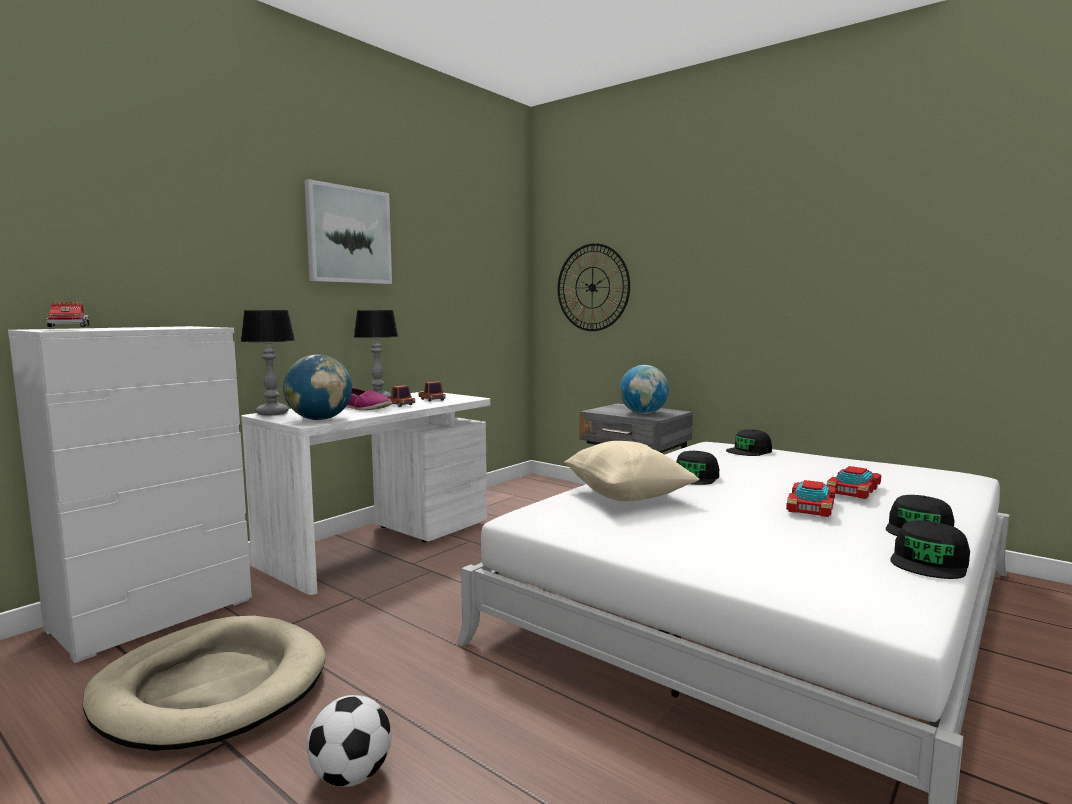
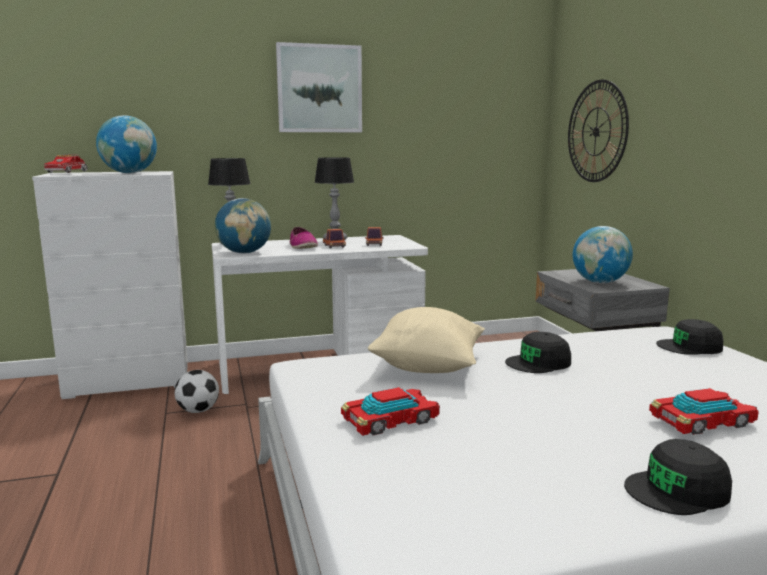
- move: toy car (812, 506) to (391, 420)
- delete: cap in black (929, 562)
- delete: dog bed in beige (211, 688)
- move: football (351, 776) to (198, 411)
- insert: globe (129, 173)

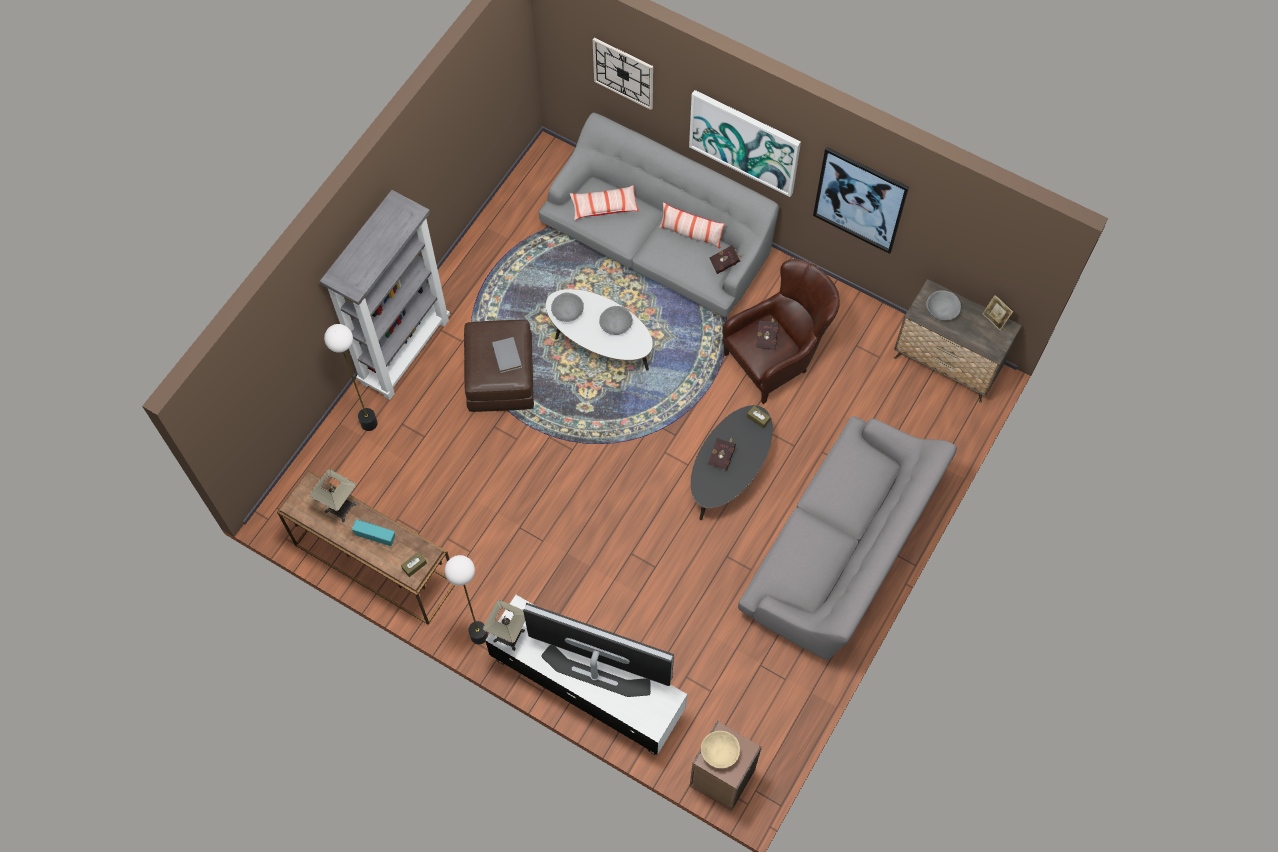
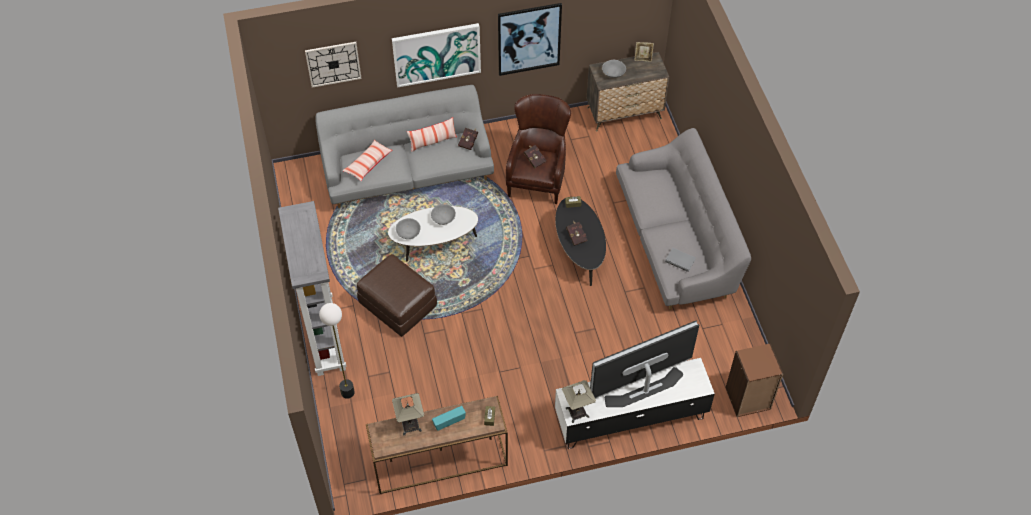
- move: book in grey (508, 356) to (680, 260)
- delete: floor lamp (478, 635)
- delete: bowl in beige (720, 752)

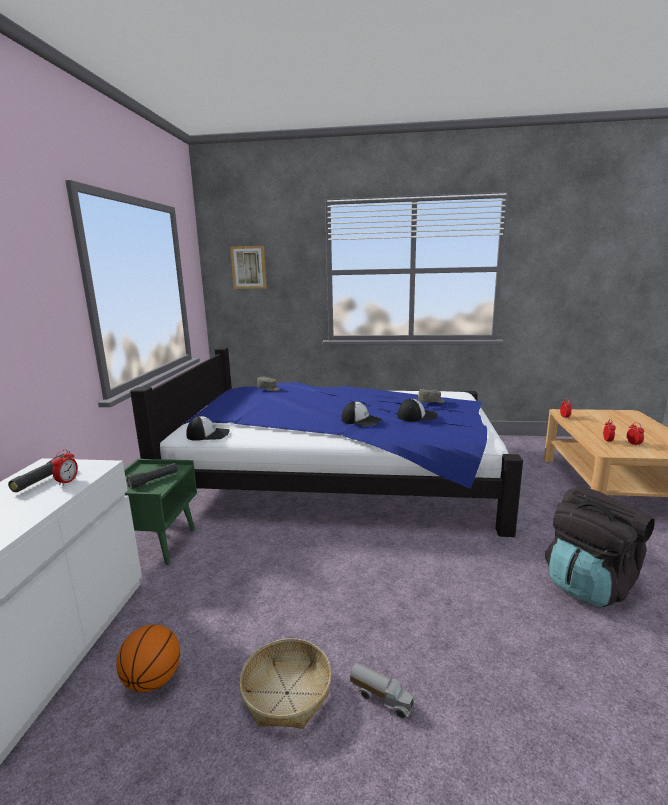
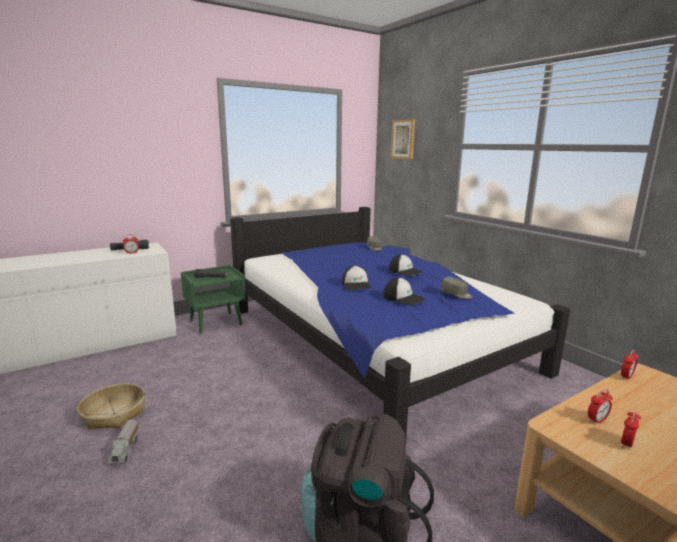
- move: cap (208, 434) to (405, 271)
- delete: basketball (153, 680)

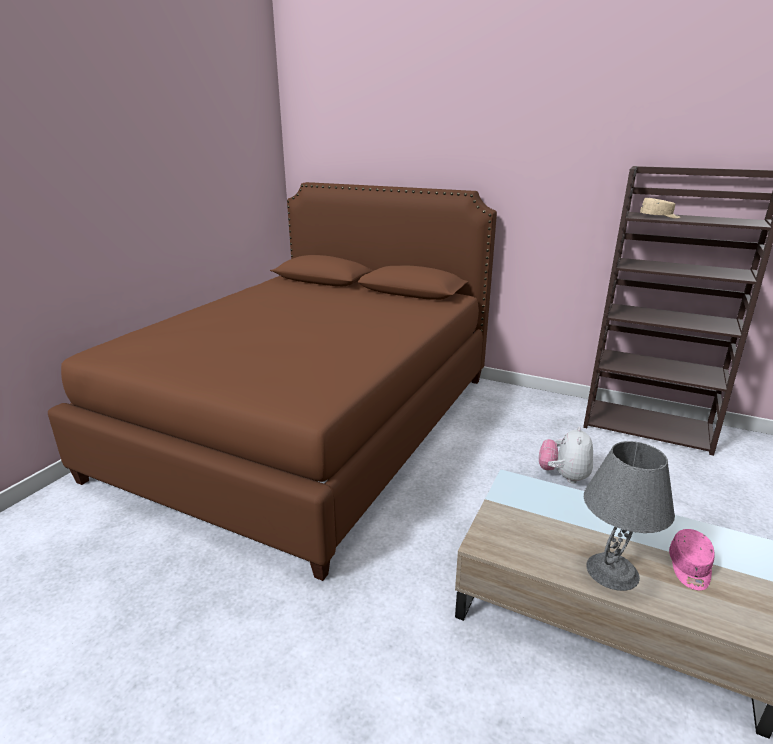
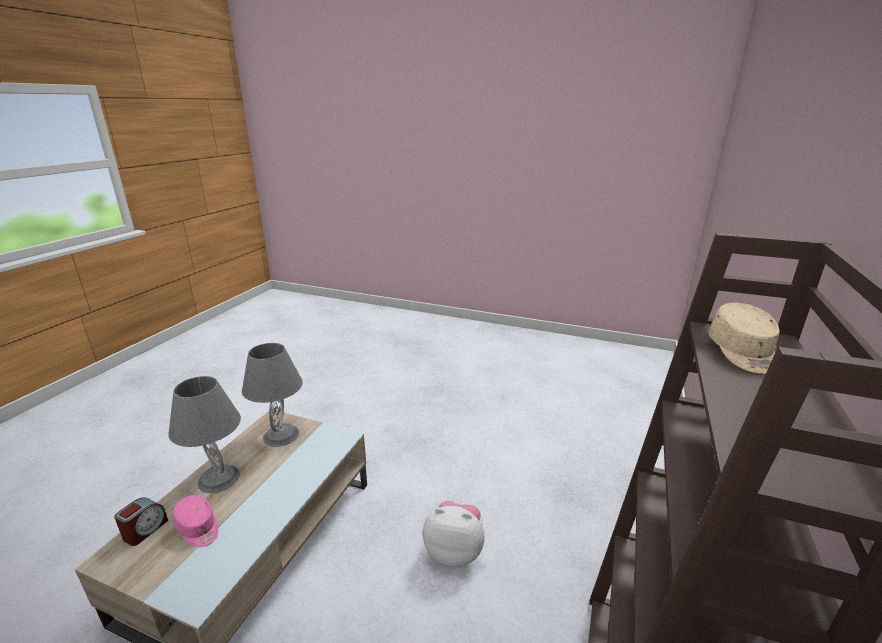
- delete: bed in brown (310, 423)
- rotate: cap in pink (689, 568) = (198, 529) 150 degrees counterclockwise
- insert: table lamp in grey (280, 435)
- insert: alarm clock (145, 530)

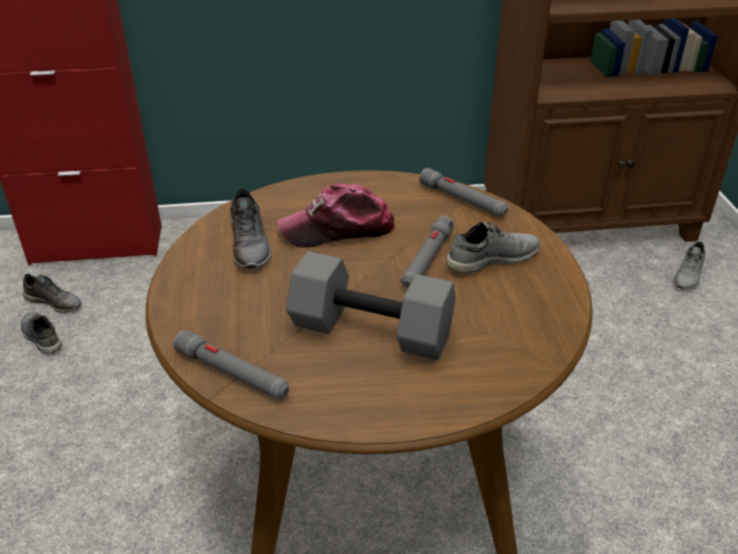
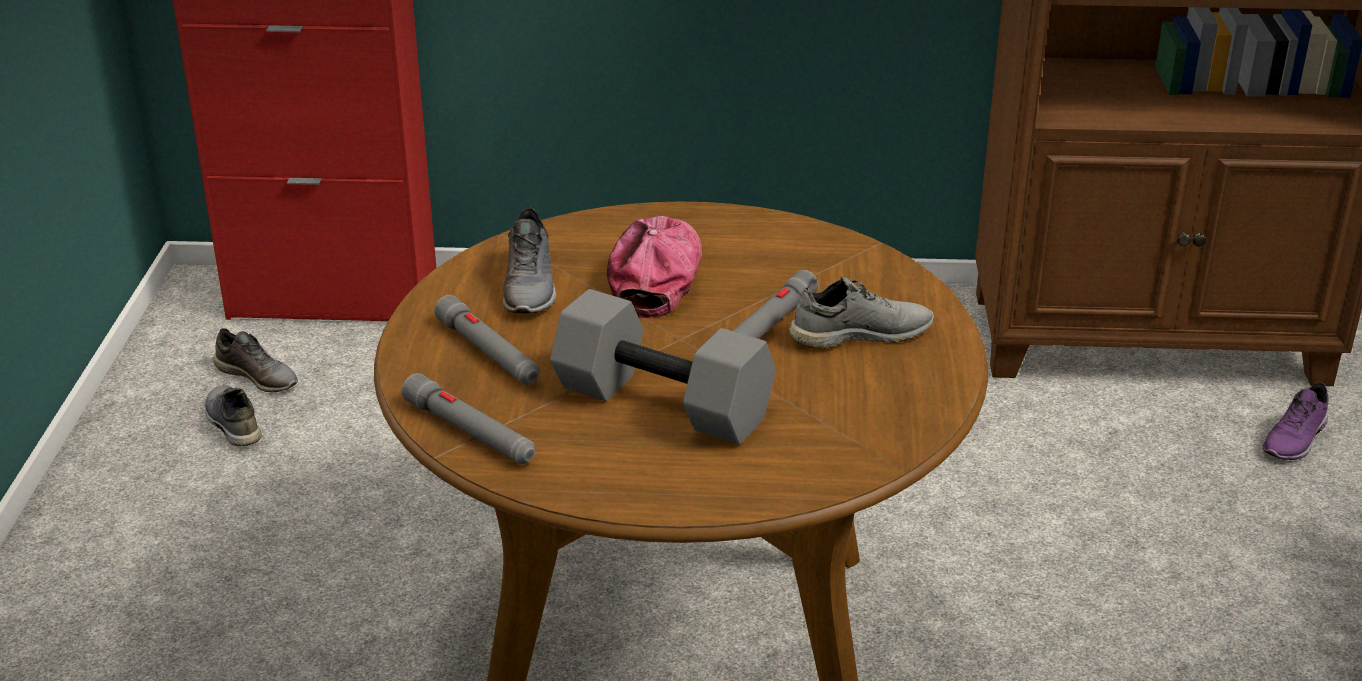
- move: flashlight in grey (462, 200) to (488, 353)
- rotate: cap (338, 229) = (657, 277) 105 degrees clockwise
- recolor: shoe in grey (689, 276) to shoe in purple (1296, 440)

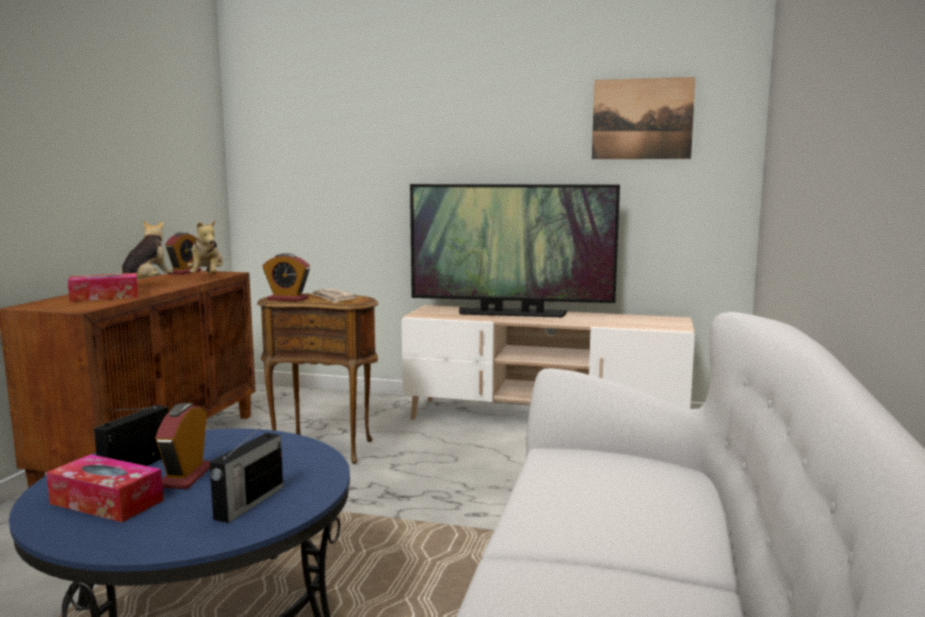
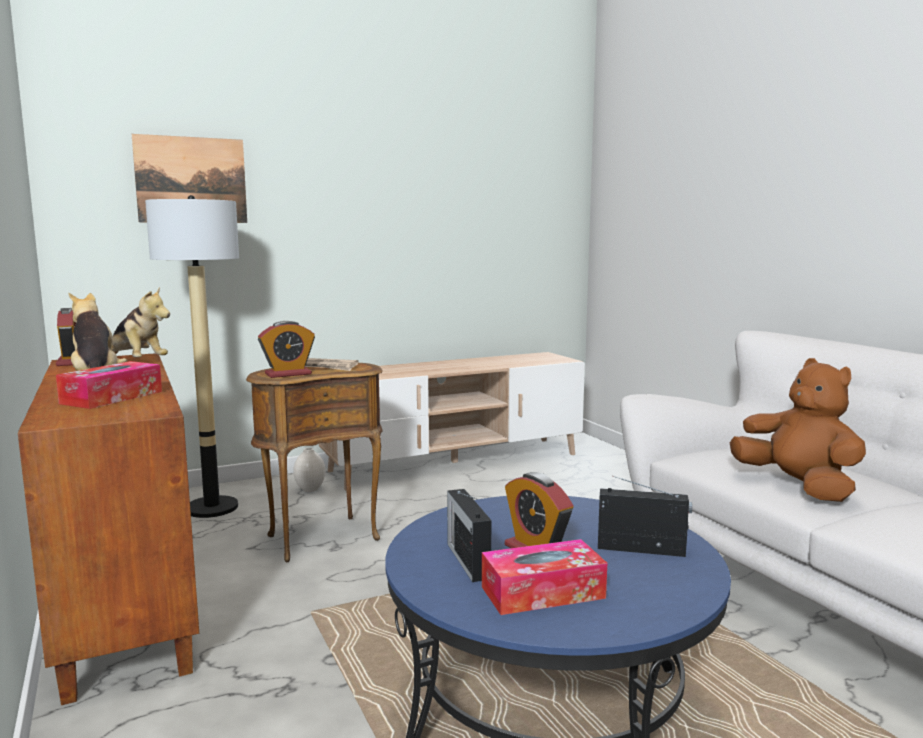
- move: picture (642, 119) to (191, 180)
- delete: television (511, 313)
- rotate: radio (248, 503) = (642, 549) 60 degrees counterclockwise
- insert: floor lamp (212, 508)
- insert: plush toy in brown (797, 487)
- insert: vase in white (310, 489)

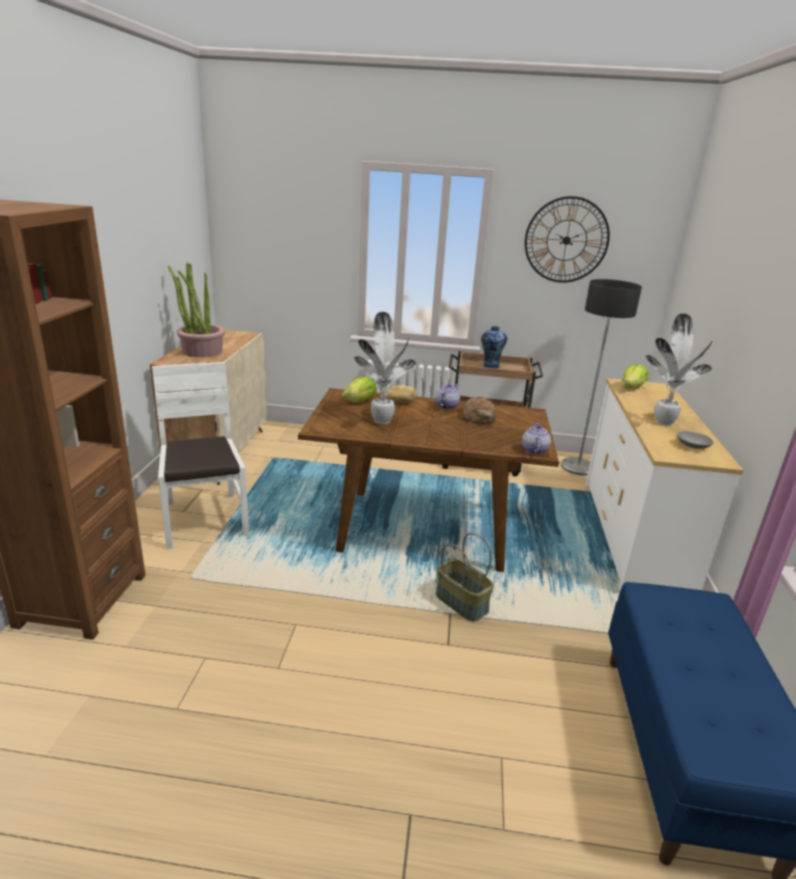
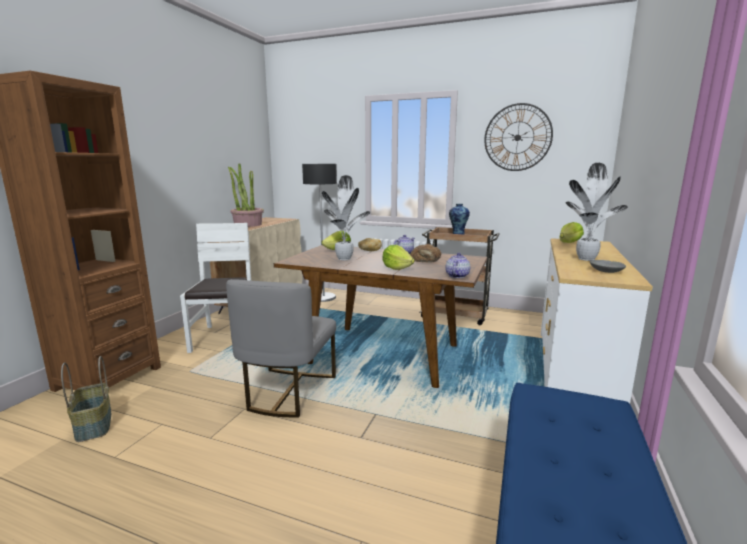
- move: floor lamp (578, 467) to (323, 297)
- move: basket (462, 603) to (95, 425)
- insert: lettuce (397, 268)
- insert: chair in grey (288, 392)

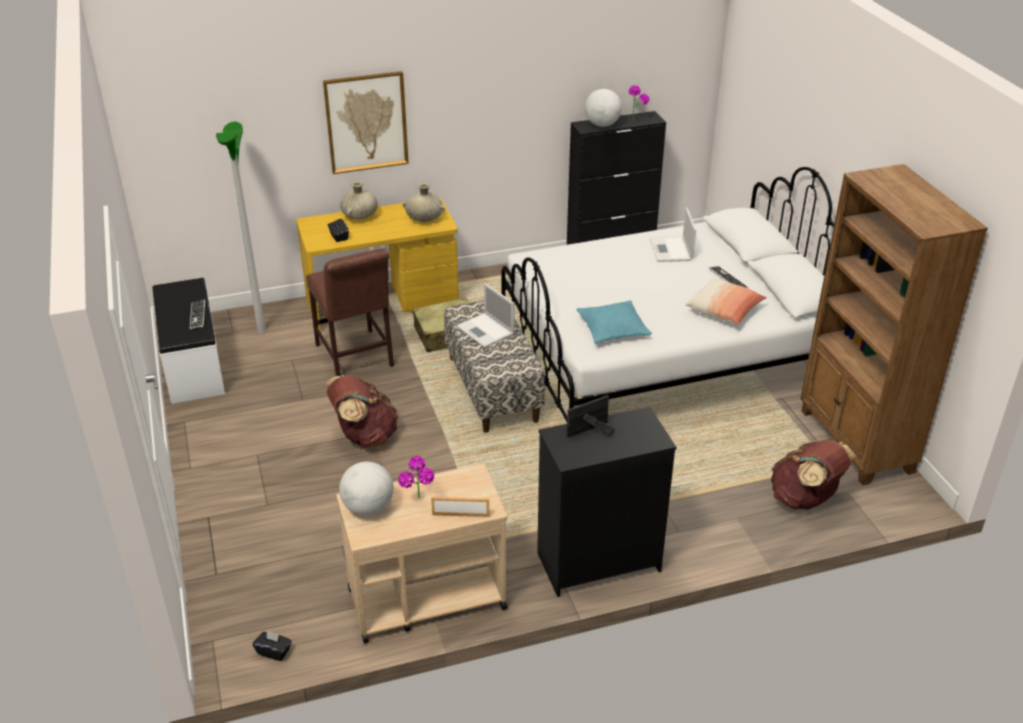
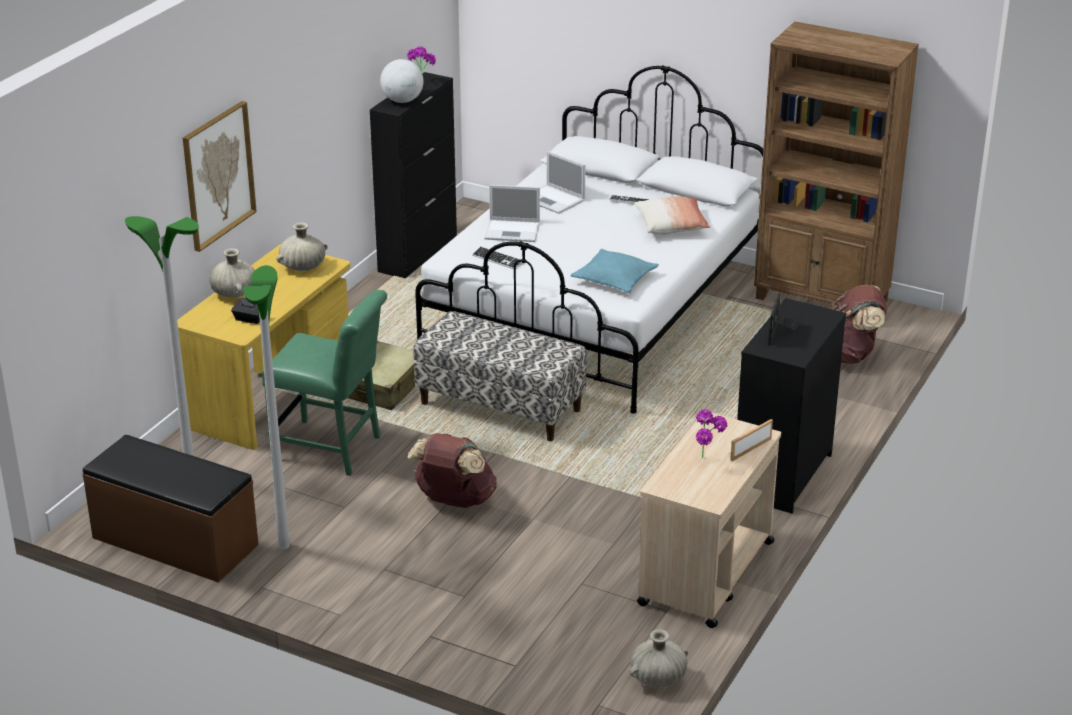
- recolor: chair in brown (355, 358) to chair in green (332, 449)
- recolor: bench in white (192, 365) to bench in brown (174, 542)
- move: laptop (486, 331) to (513, 231)
- move: keyboard (197, 315) to (497, 259)
- delete: globe (368, 508)
- replace: tissue box in black (274, 651) to vase in beige (658, 678)
- insert: floor lamp (284, 545)

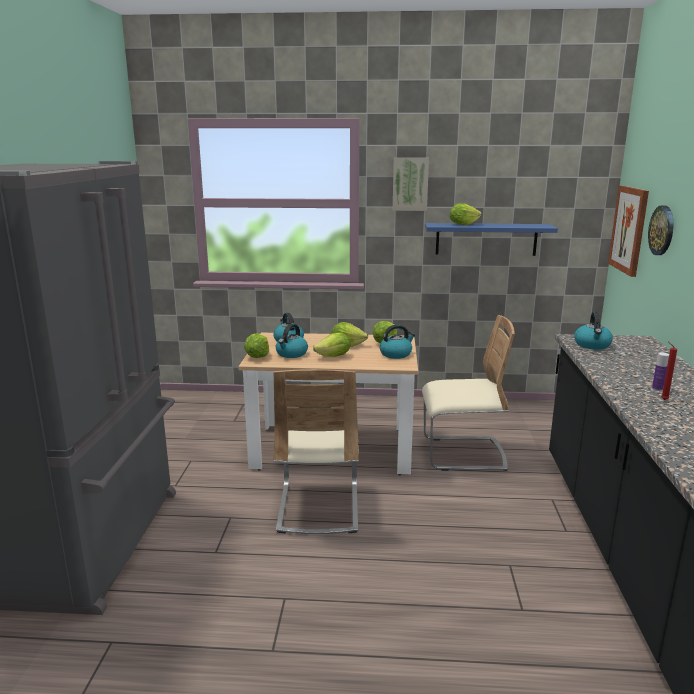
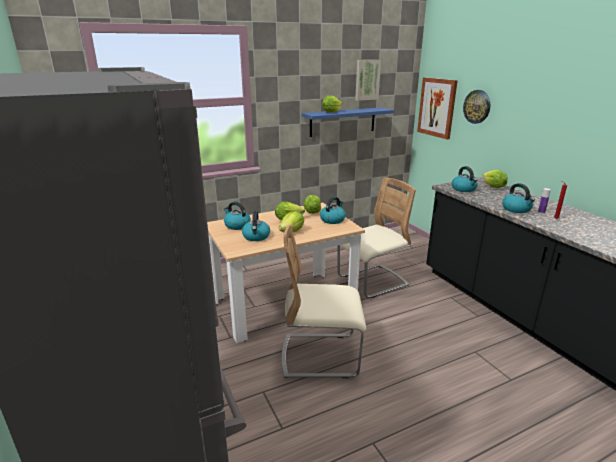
- move: picture (410, 184) to (367, 80)
- move: lettuce (257, 356) to (493, 187)
- rotate: chair in beige (318, 506) = (320, 355) 120 degrees clockwise
- insert: kettle (516, 209)

